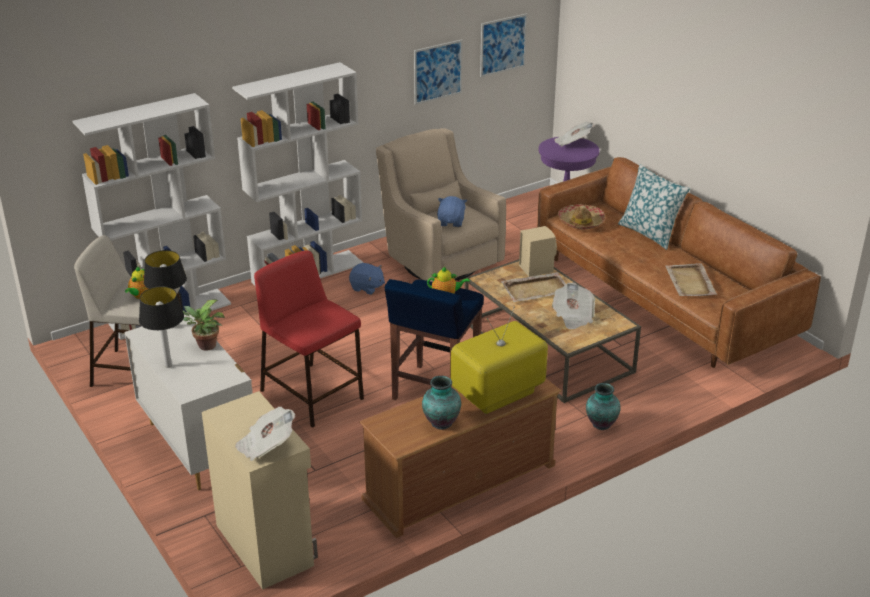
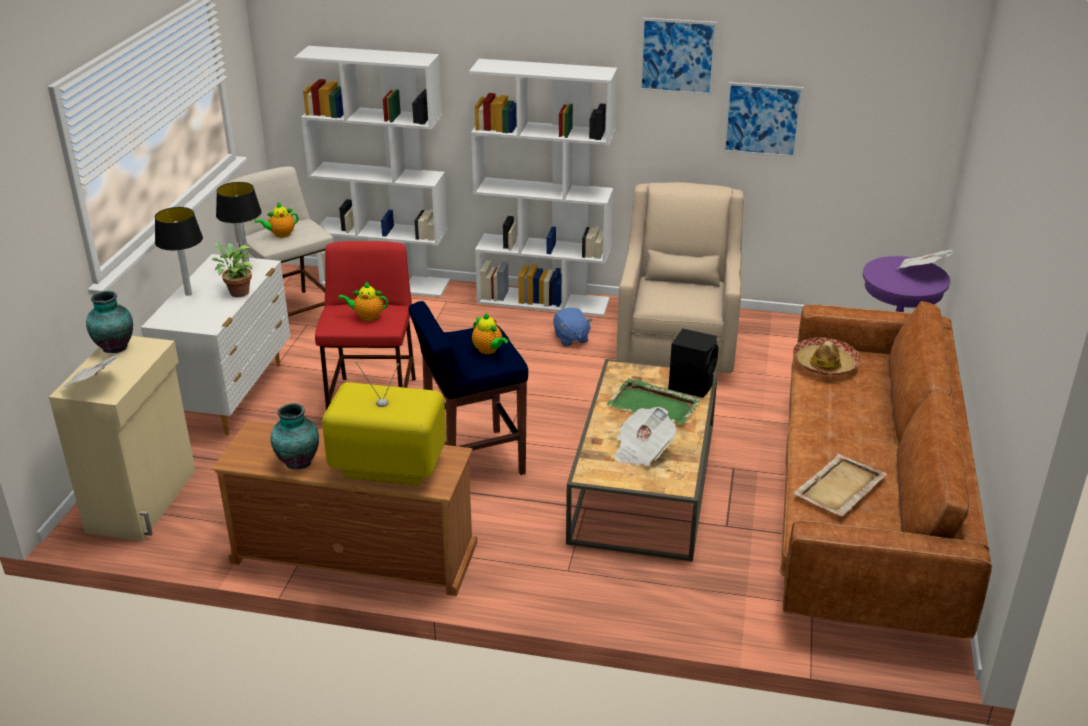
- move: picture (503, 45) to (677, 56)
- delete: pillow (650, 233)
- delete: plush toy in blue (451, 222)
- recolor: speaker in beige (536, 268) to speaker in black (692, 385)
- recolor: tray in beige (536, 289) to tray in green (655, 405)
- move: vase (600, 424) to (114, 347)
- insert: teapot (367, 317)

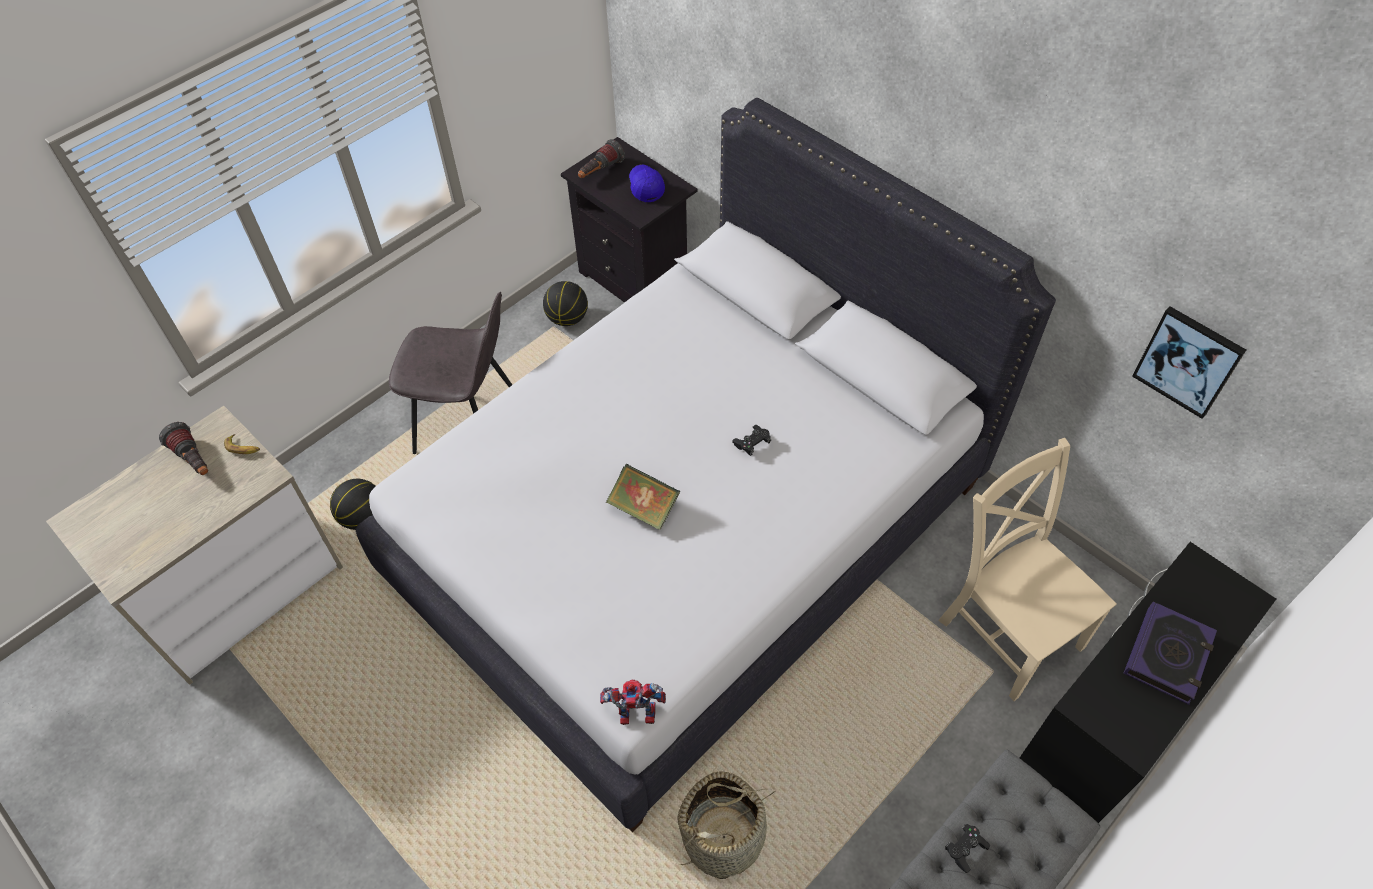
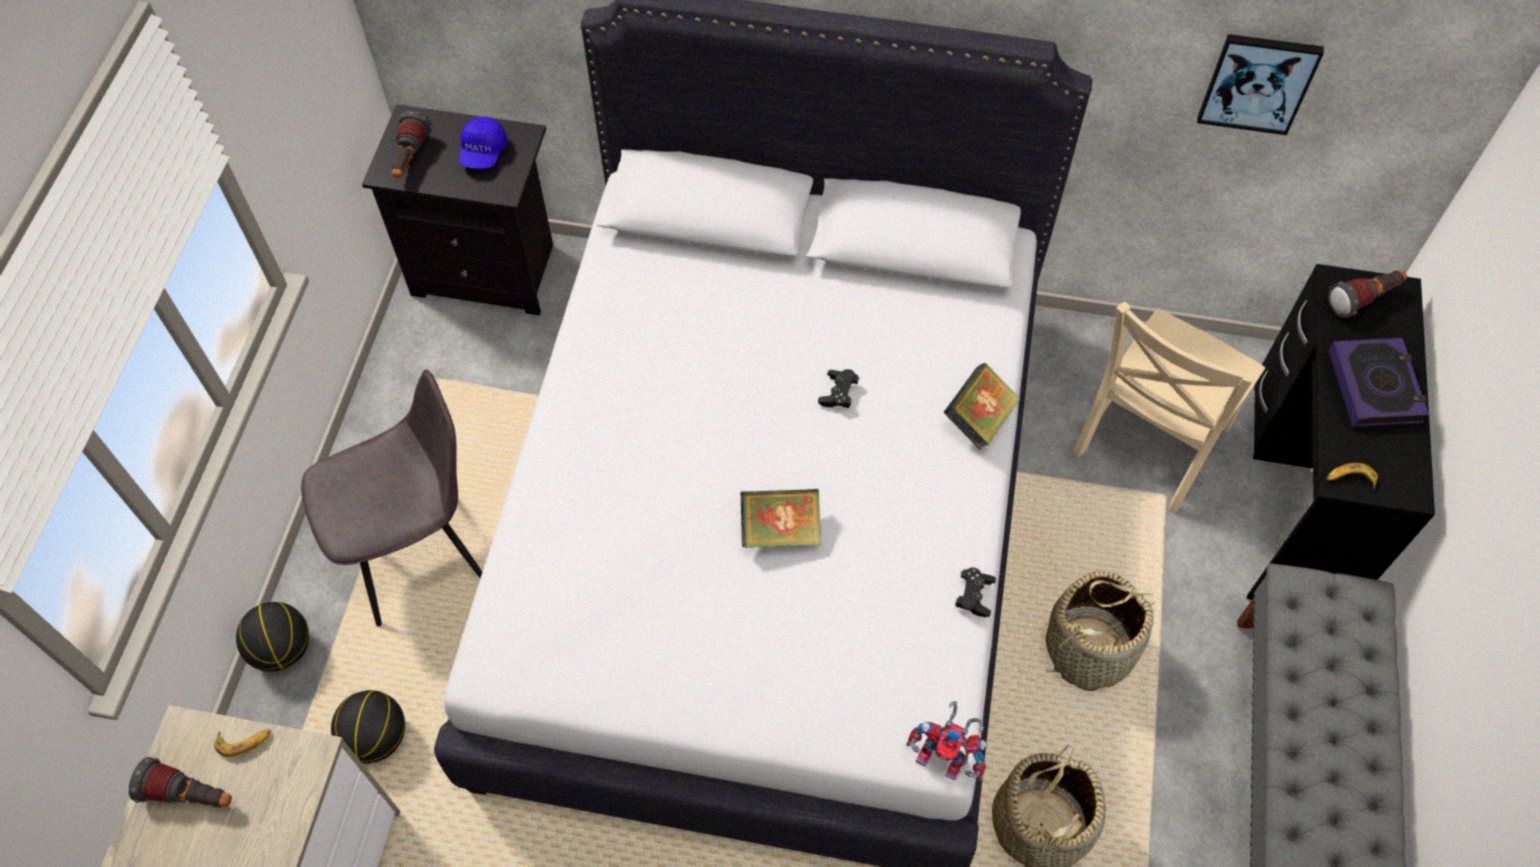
- rotate: cap in blue (646, 187) = (483, 152) 120 degrees counterclockwise
- move: basketball (567, 318) to (283, 649)
- rotate: chair in beige (1007, 628) = (1148, 445) 75 degrees counterclockwise
- rotate: toy robot (633, 717) = (946, 758) 120 degrees counterclockwise
- move: game controller in black (965, 849) to (974, 596)
- insert: flashlight (1363, 300)
- insert: book (979, 418)
- insert: banana (1350, 479)
- insert: basket (1090, 648)

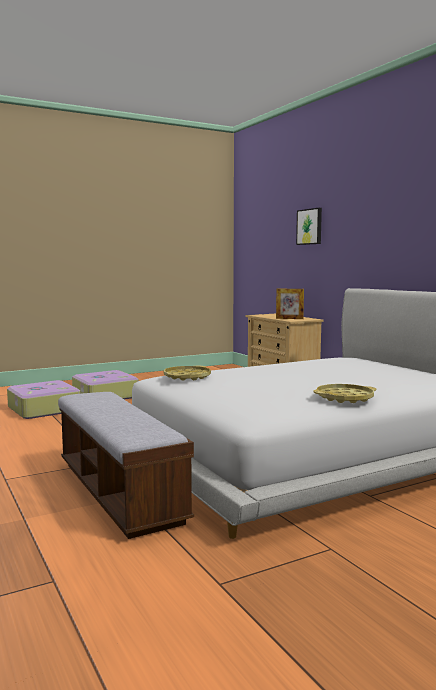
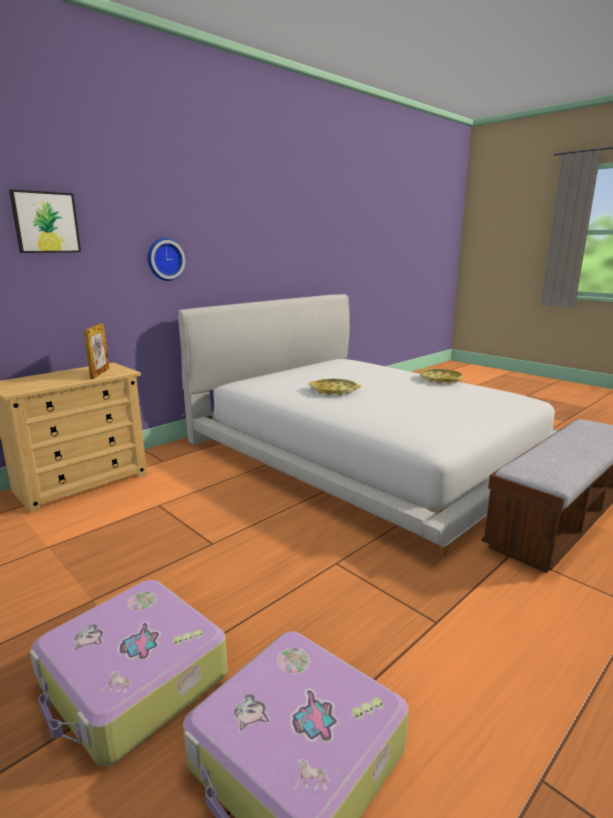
- move: tray in yellow (187, 377) to (334, 391)
- insert: wall clock (164, 259)

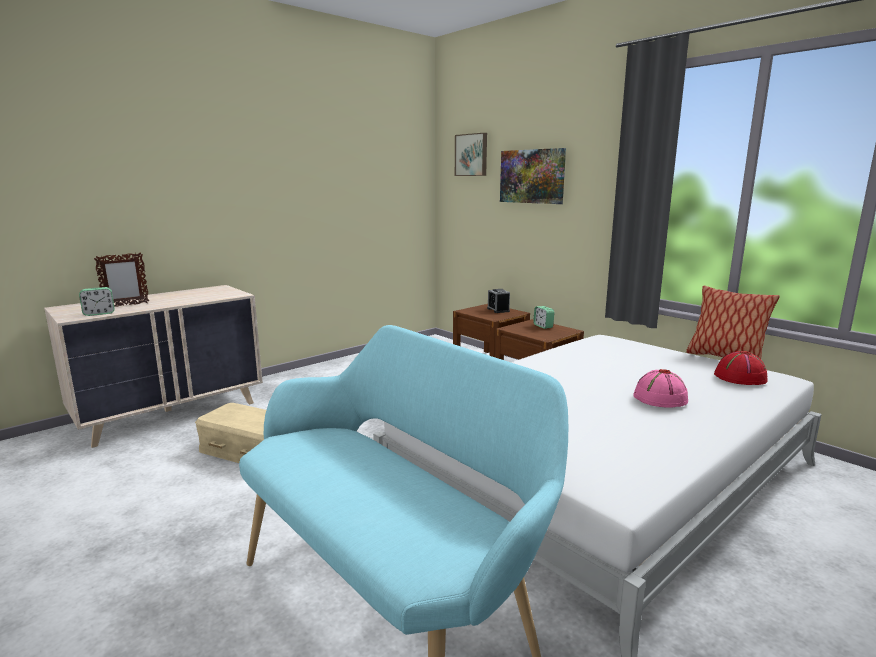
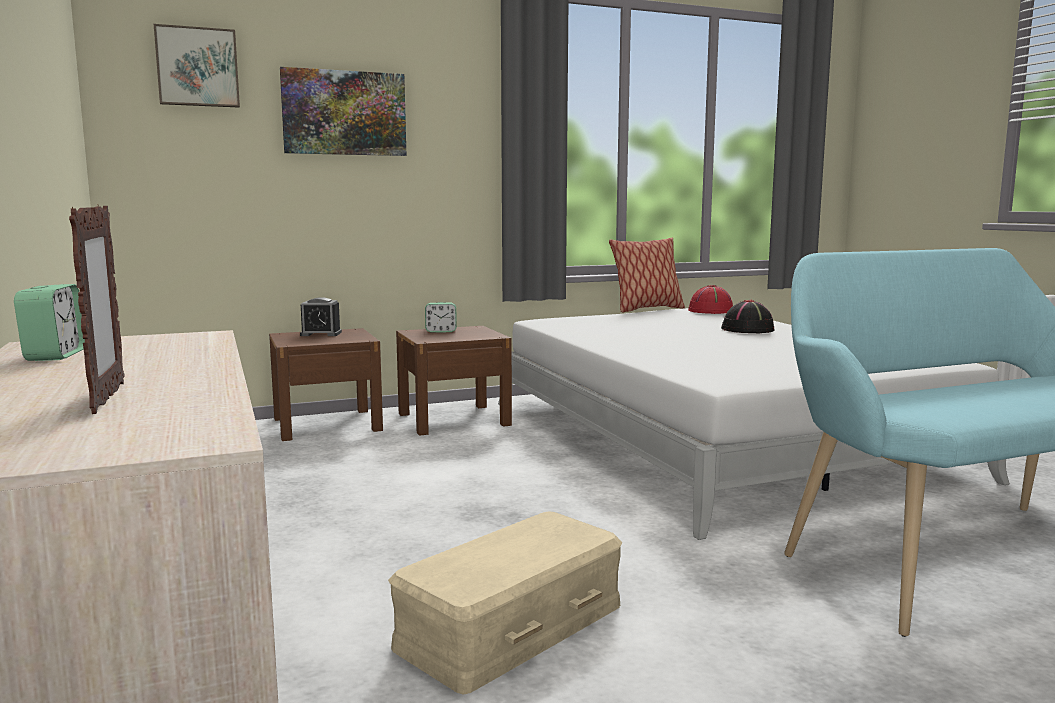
- move: alarm clock (99, 313) to (55, 355)
- recolor: hat in pink (659, 398) to hat in black (748, 330)

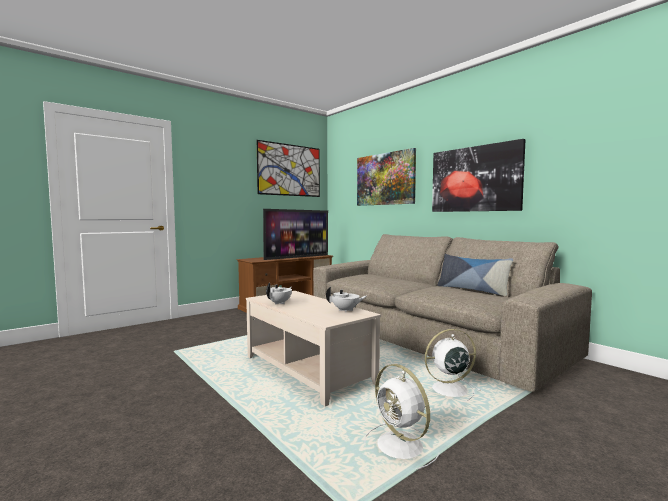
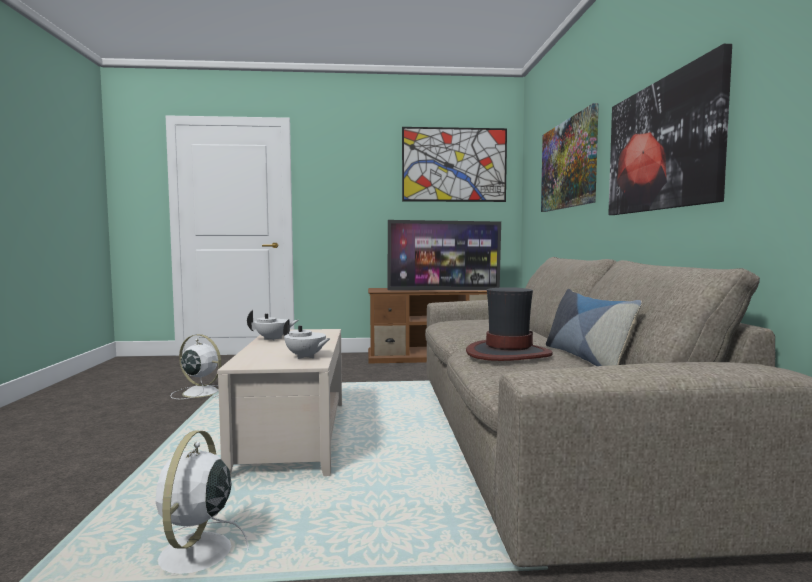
- move: fan in white (448, 390) to (199, 392)
- insert: hat (508, 353)

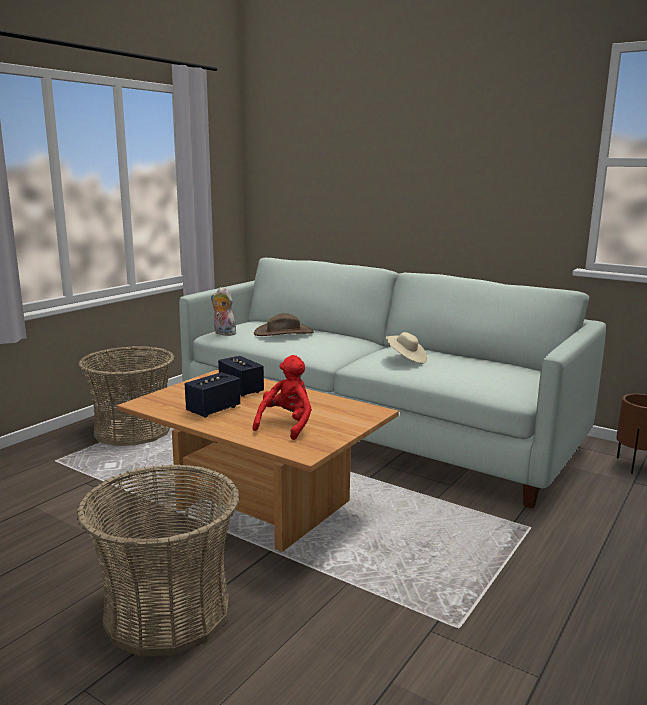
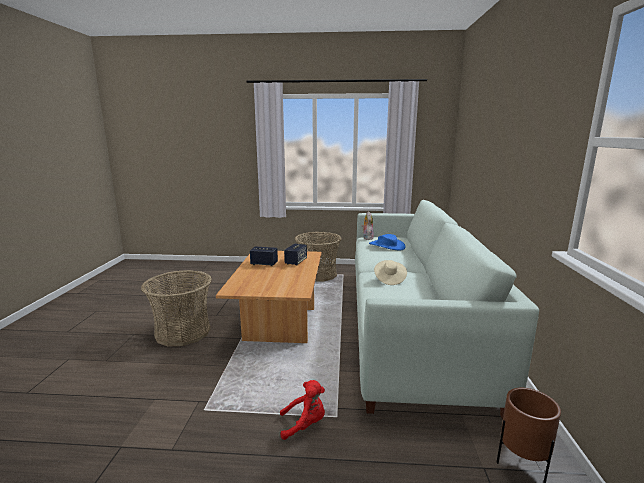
- recolor: hat in brown (284, 333) to hat in blue (387, 246)
- move: plush toy in red (286, 425) to (304, 424)

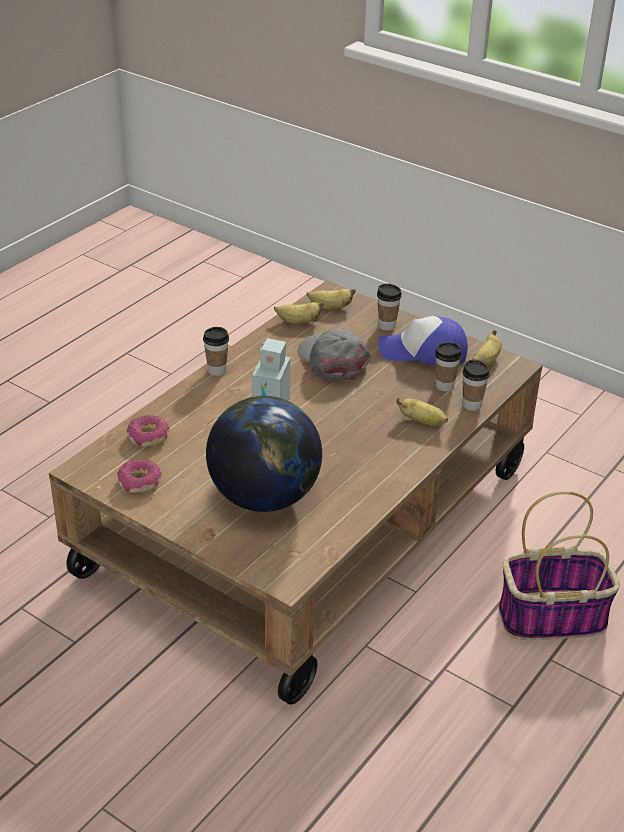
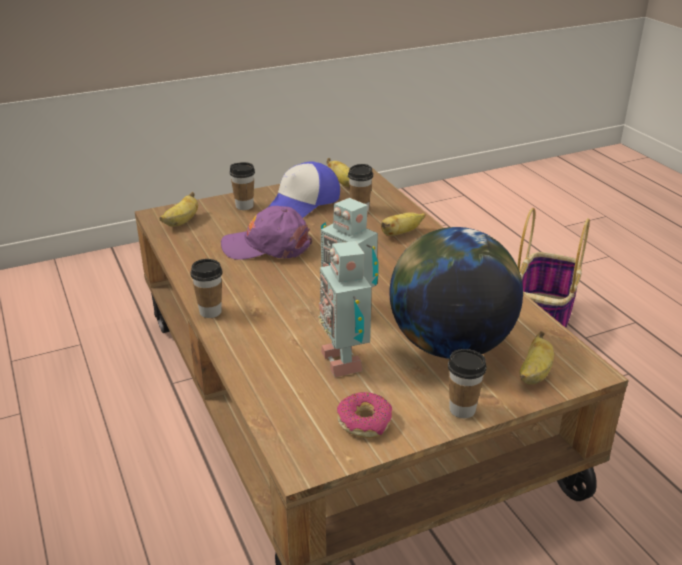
- move: banana (298, 321) to (534, 375)
- recolor: cap in grey (332, 361) to cap in purple (267, 246)
- move: cup (472, 405) to (462, 409)
- delete: donut (148, 437)
- insert: toy robot (345, 360)

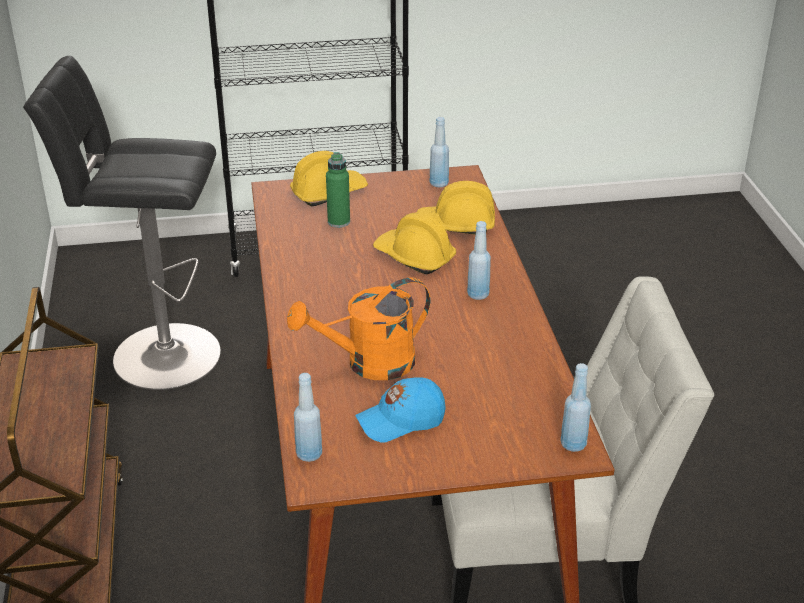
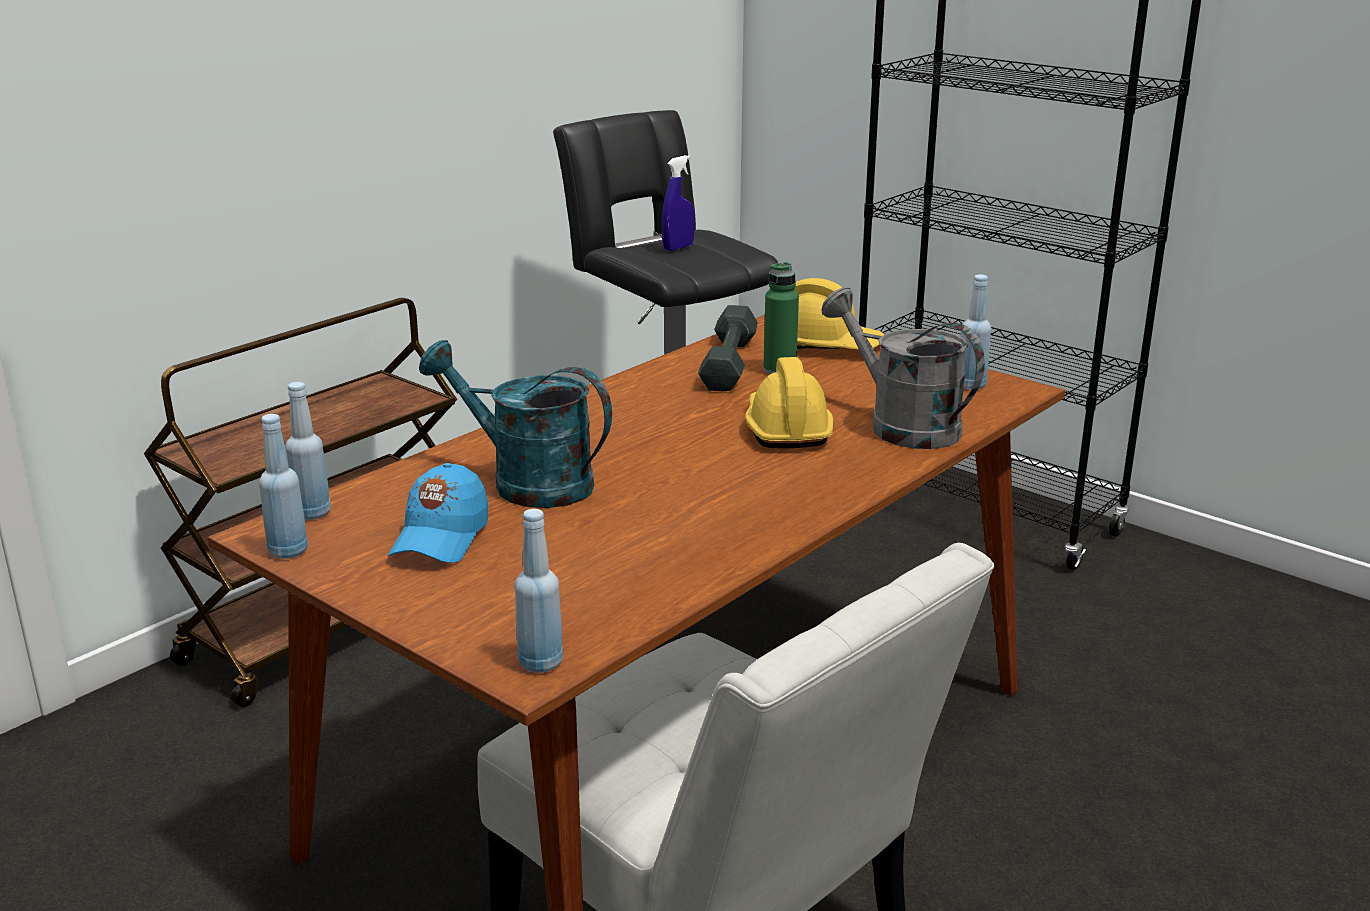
- replace: hard hat in yellow (456, 225) to watering can in grey (901, 425)
- move: bottle in blue (478, 294) to (288, 551)
- recolor: watering can in orange (369, 364) to watering can in turquoise (526, 482)
- rotate: cap in blue (401, 421) = (440, 538) 105 degrees counterclockwise
- insert: spray bottle in blue (678, 248)
- insert: dumbbell in grey (729, 363)

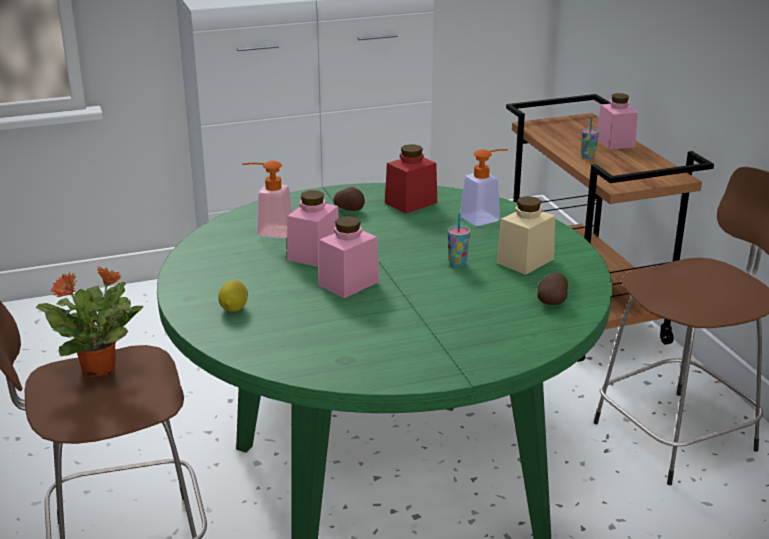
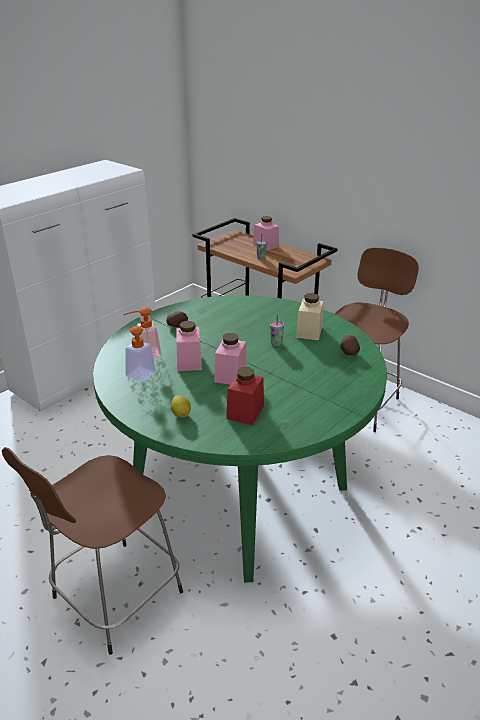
- move: jar in red (411, 203) to (245, 412)
- move: soap dispenser (485, 218) to (144, 372)
- delete: potted plant (100, 368)

